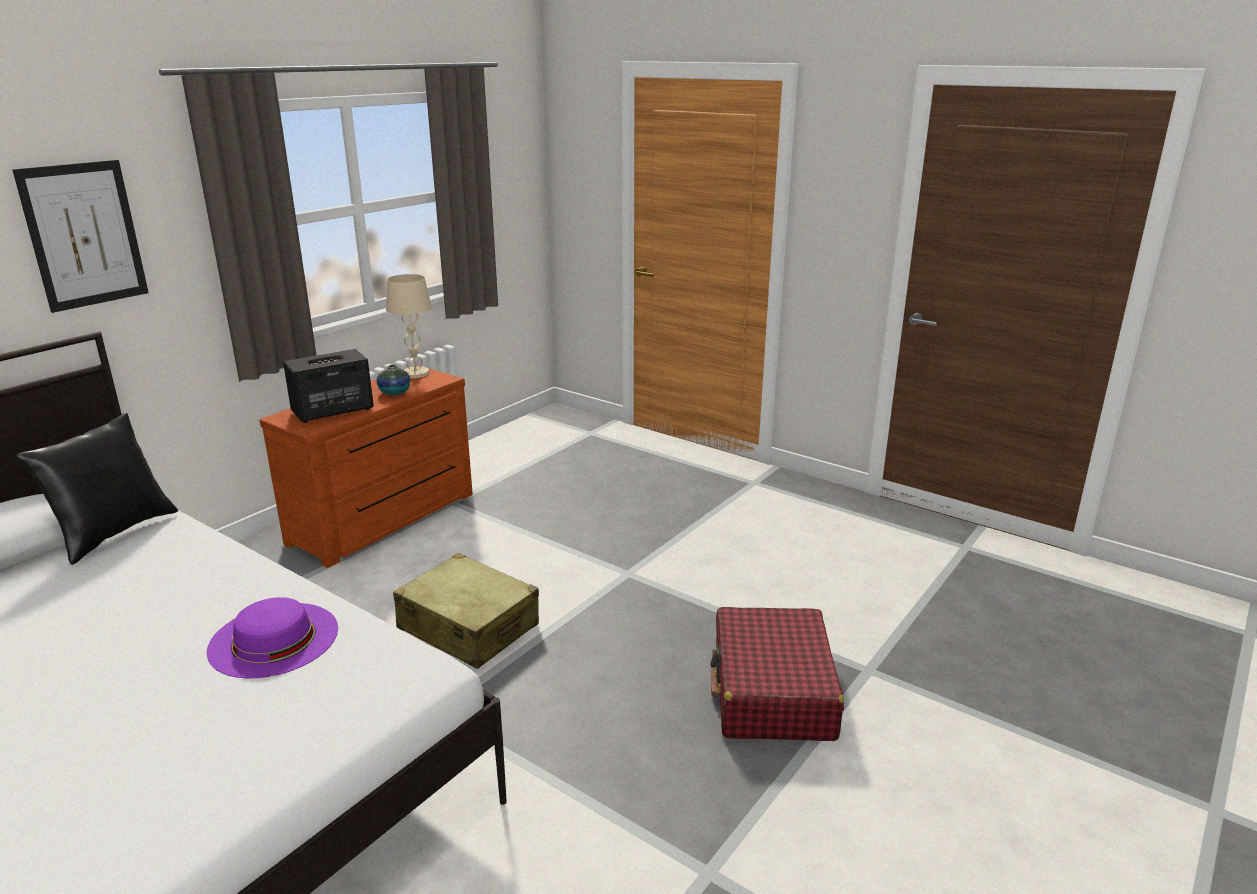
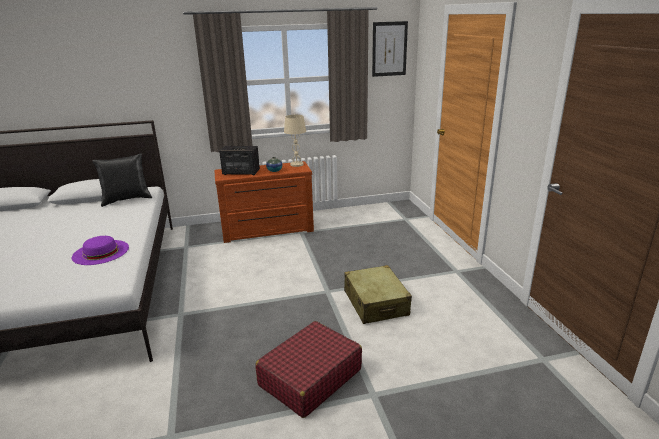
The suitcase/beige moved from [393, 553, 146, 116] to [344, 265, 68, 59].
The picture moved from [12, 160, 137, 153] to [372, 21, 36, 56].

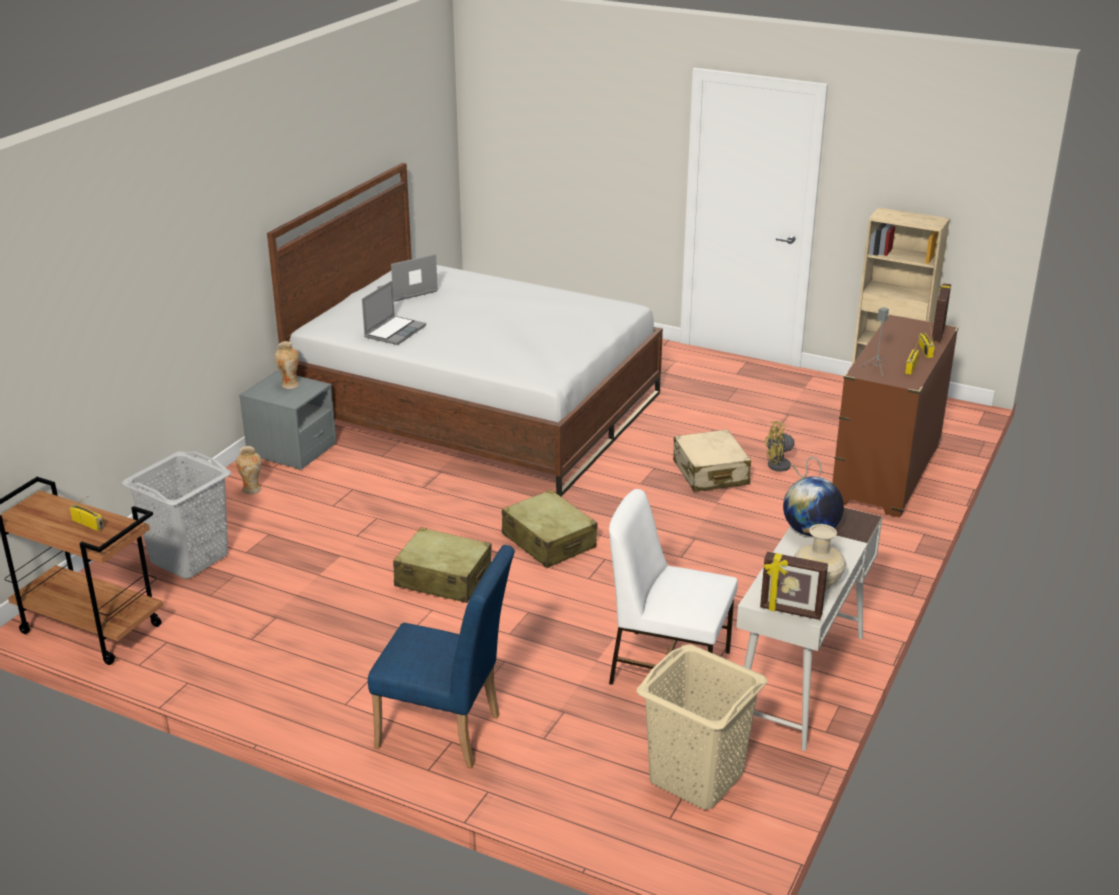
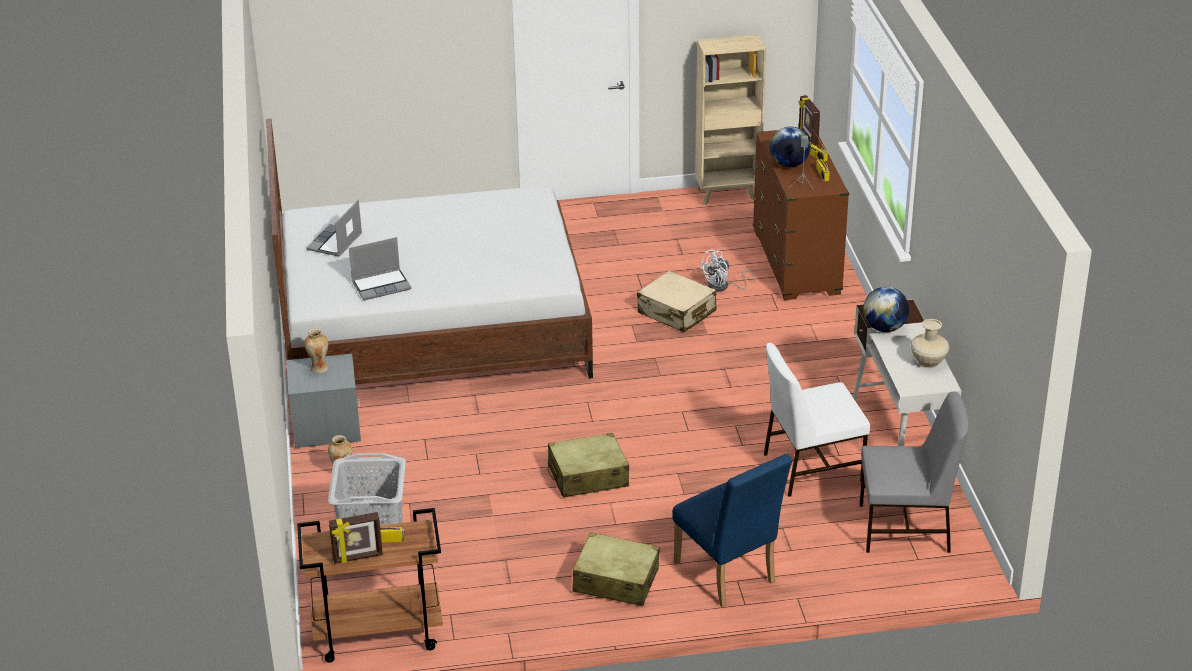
The picture frame moved from [760, 552, 68, 68] to [329, 512, 54, 52].
The laptop at [362, 281, 64, 64] turned 75 degrees clockwise.
The suitcase/beige moved from [502, 489, 95, 79] to [573, 532, 87, 74].
The chair/blue at [368, 545, 147, 223] turned 75 degrees clockwise.
The fan/yellow at [765, 421, 57, 57] became the fan/white at [699, 249, 56, 43].
The globe at [770, 126, 41, 41] appeared.
The laundry basket/beige at [636, 644, 131, 166] was replaced by the chair/grey at [860, 392, 109, 161].

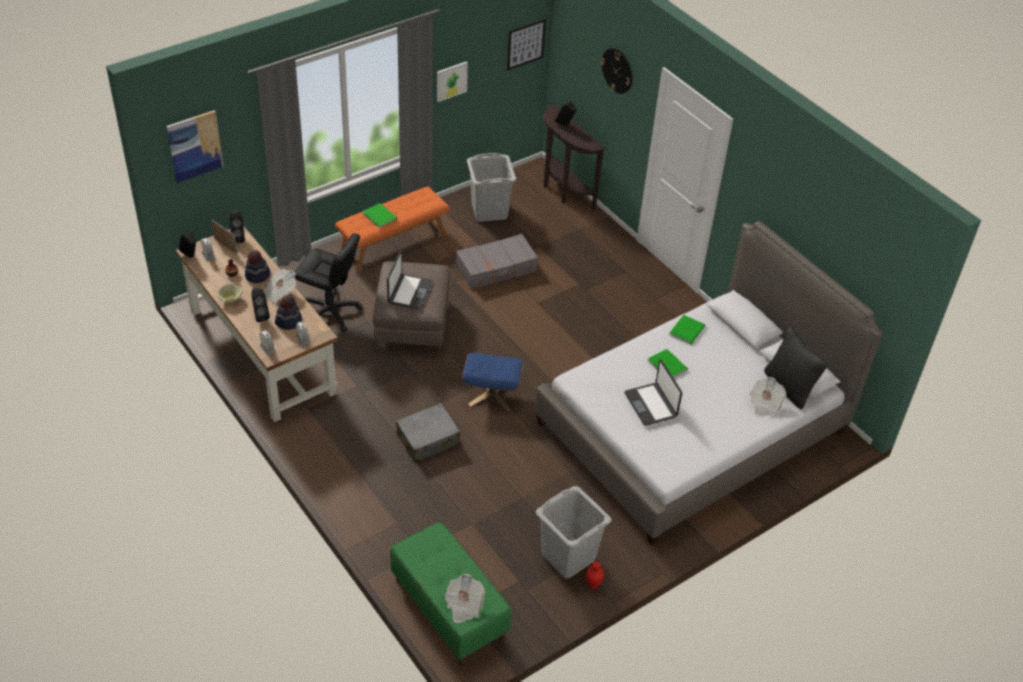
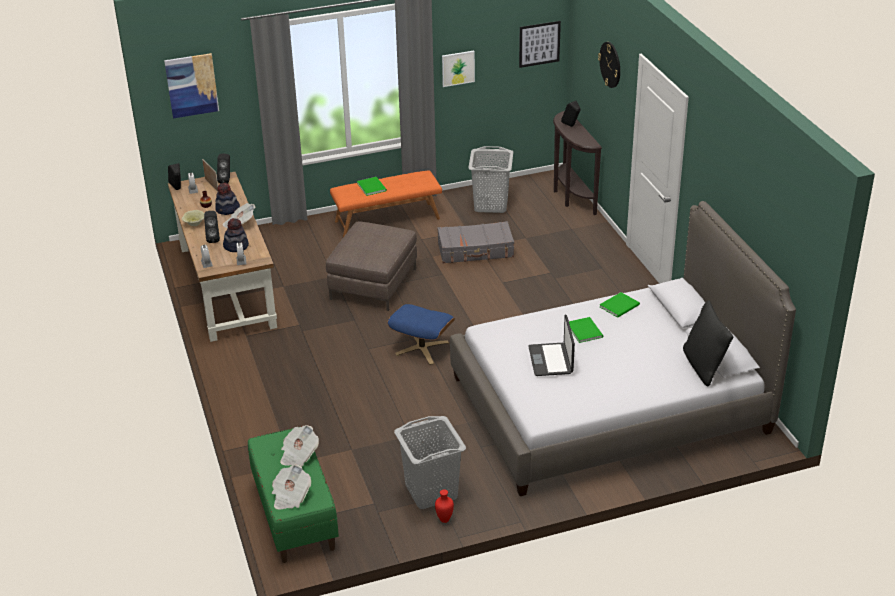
The newspaper moved from [750, 377, 36, 40] to [280, 425, 39, 41].
The office chair/black at [295, 233, 68, 99] disappeared.
The laptop at [387, 250, 46, 60] disappeared.
The suitcase/grey at [396, 403, 64, 60] disappeared.

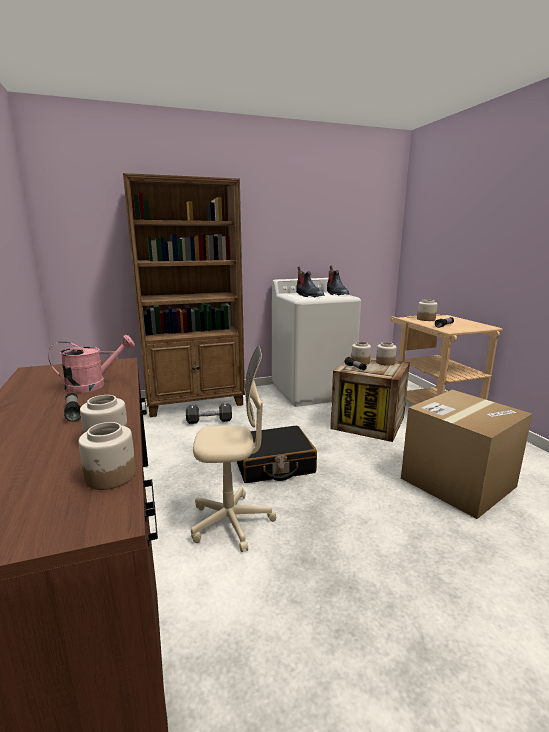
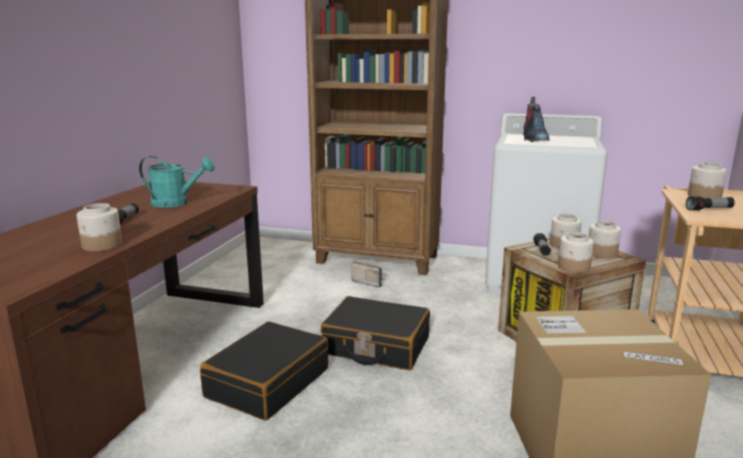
The watering can/pink at [48, 335, 87, 58] became the watering can/turquoise at [139, 156, 76, 52].
The office chair/beige at [191, 346, 85, 206] was replaced by the suitcase/black at [200, 321, 128, 100].
The dumbbell/black at [186, 403, 46, 21] was replaced by the radio at [352, 261, 31, 27].
The jar moved from [78, 422, 58, 68] to [558, 232, 36, 41].
The boot at [327, 266, 22, 30] disappeared.

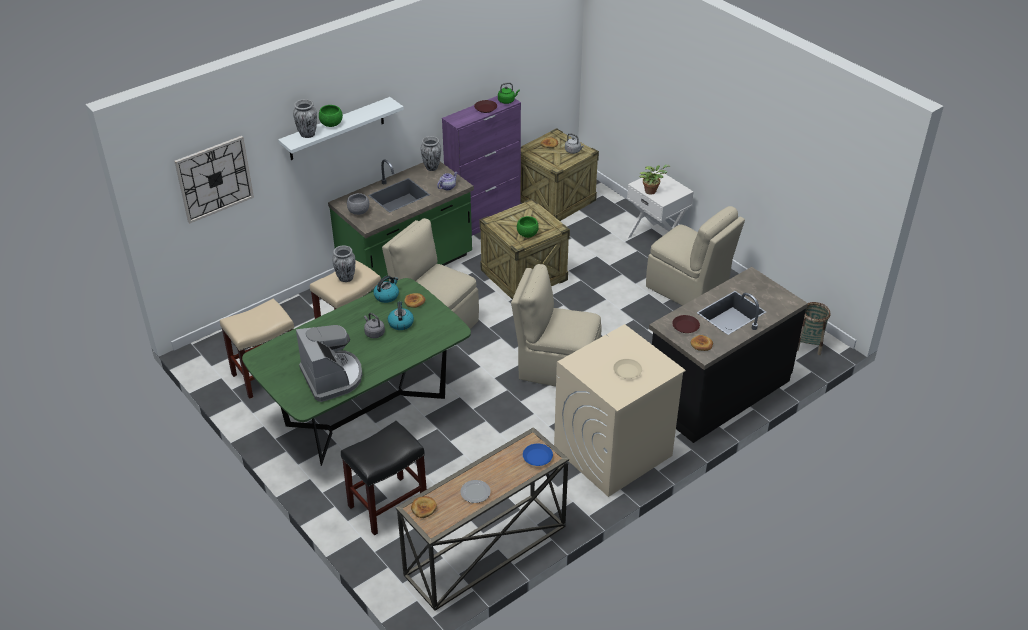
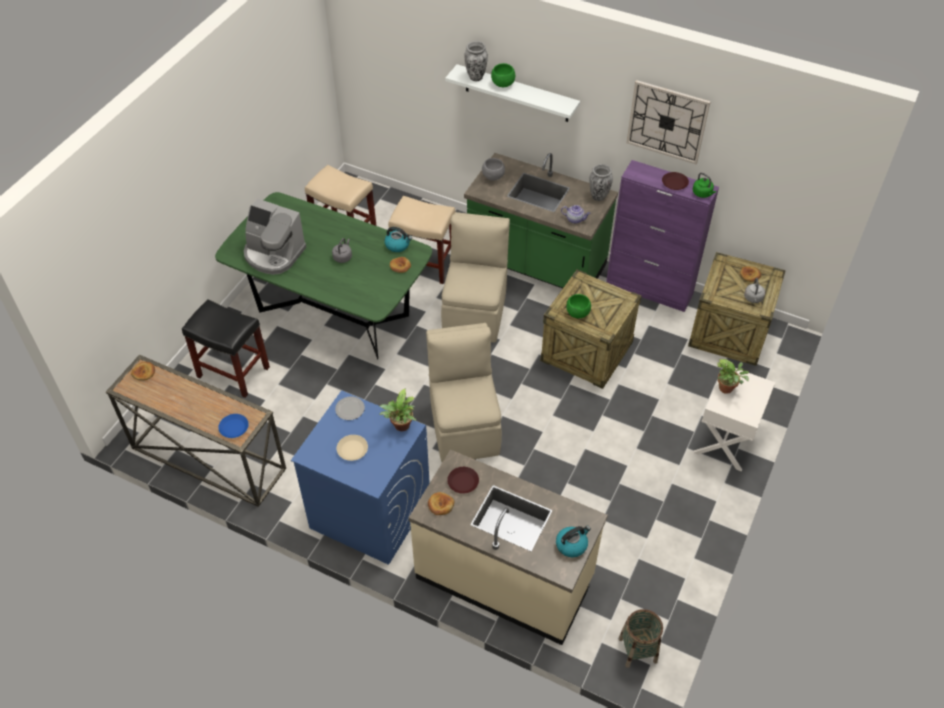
The coffee machine at [296, 325, 66, 77] turned 75 degrees clockwise.
The washing machine/beige at [554, 324, 132, 173] became the washing machine/blue at [291, 390, 139, 175].
The plate moved from [460, 480, 31, 23] to [335, 397, 30, 23].
The potted plant at [379, 388, 37, 43] appeared.
The counter/black at [649, 267, 159, 176] became the counter/beige at [409, 449, 199, 196].
The kettle moved from [388, 302, 26, 28] to [556, 525, 35, 32].
The wall clock moved from [174, 136, 80, 88] to [626, 80, 85, 84].
The vase at [332, 245, 23, 37] disappeared.
The chair/beige at [646, 206, 99, 100] disappeared.

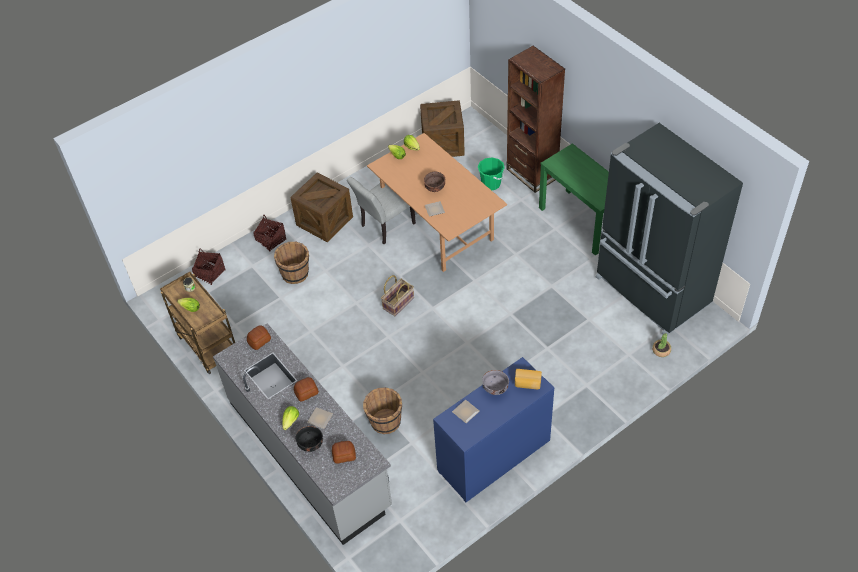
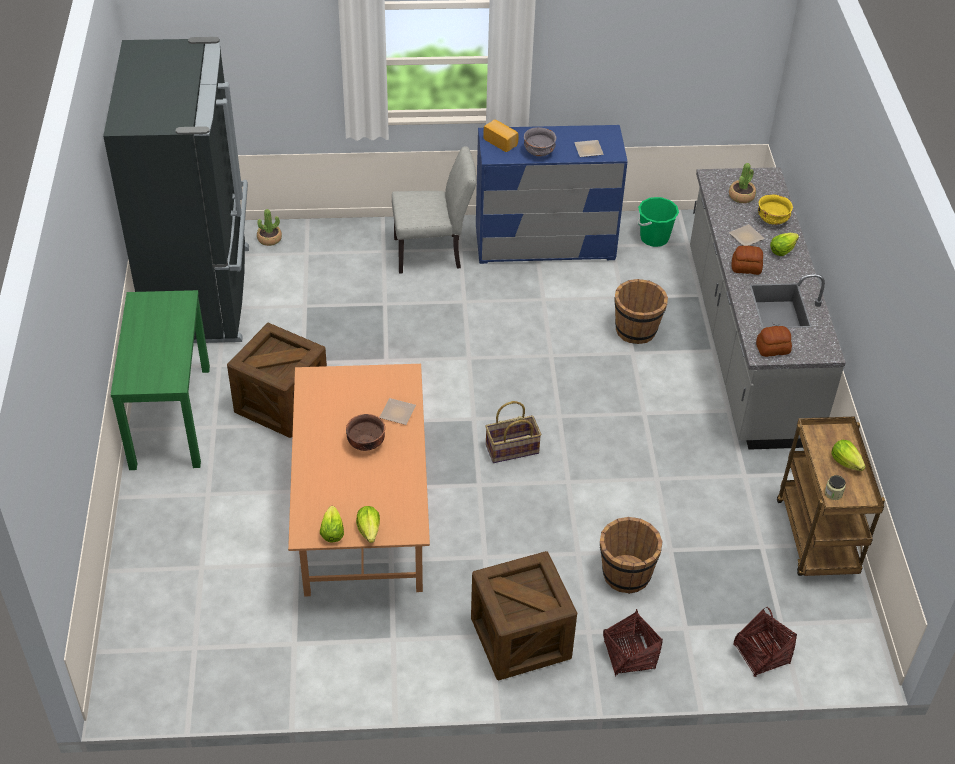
The crate moved from [420, 100, 45, 57] to [227, 323, 100, 115].
The chair/grey moved from [347, 177, 69, 67] to [392, 146, 84, 128].
The bucket/green moved from [478, 157, 27, 33] to [637, 197, 42, 50].
The bread at [332, 441, 24, 22] was replaced by the potted plant at [729, 163, 27, 40].
The bowl/black at [296, 426, 27, 26] became the bowl/yellow at [758, 194, 35, 31].
The bookcase/brown at [506, 46, 59, 147] disappeared.

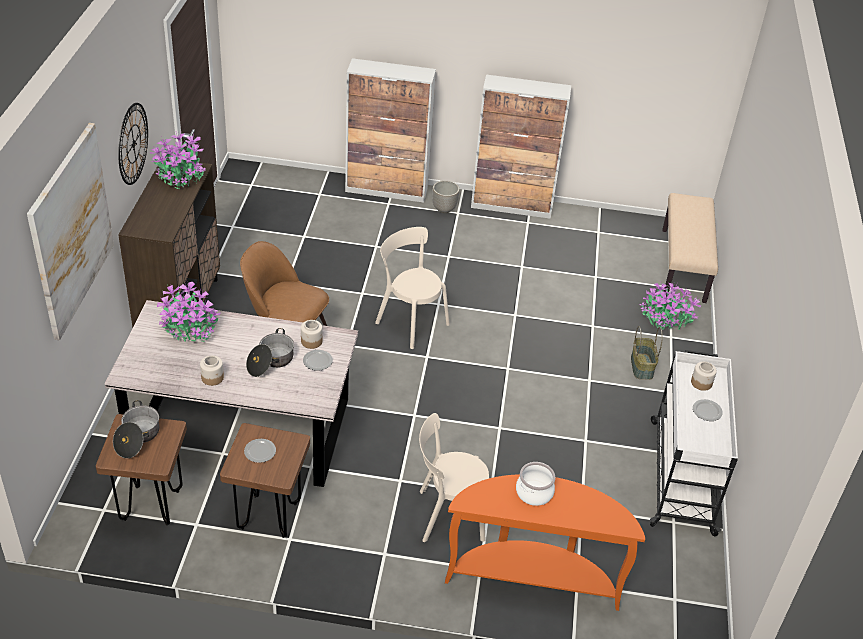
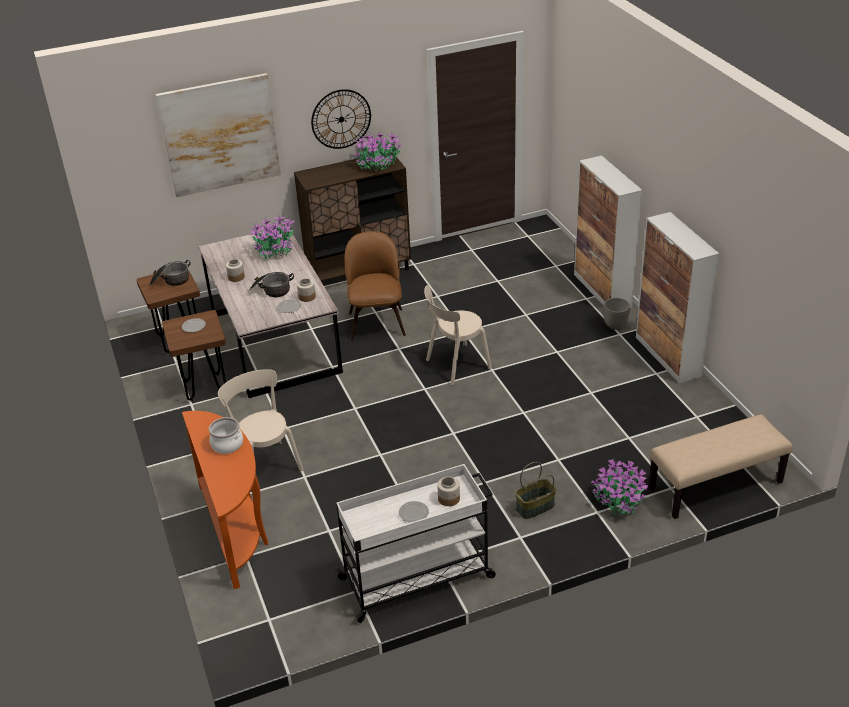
The chair/beige at [375, 227, 75, 122] turned 135 degrees counterclockwise.

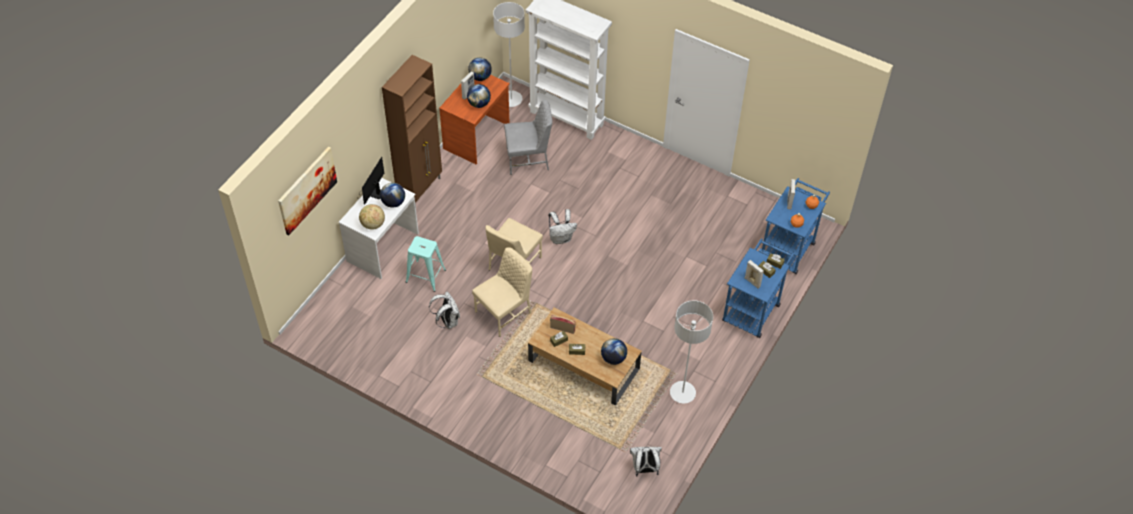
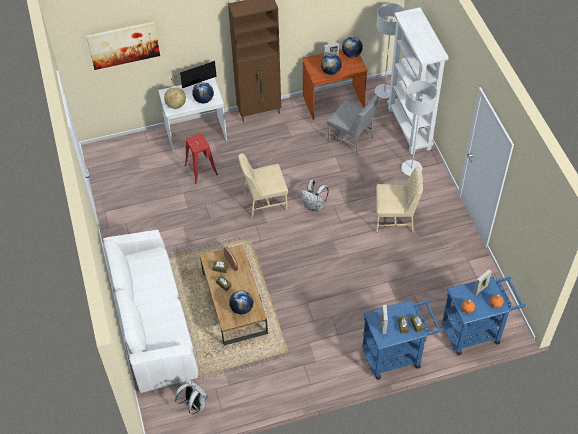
The sofa/white at [103, 230, 95, 163] appeared.
The stool/turquoise at [406, 236, 40, 56] became the stool/red at [185, 133, 33, 51].
The chair/beige moved from [472, 247, 60, 90] to [376, 167, 47, 66].
The floor lamp/grey moved from [670, 300, 43, 104] to [401, 80, 36, 96].
The backpack/white at [429, 292, 31, 37] disappeared.

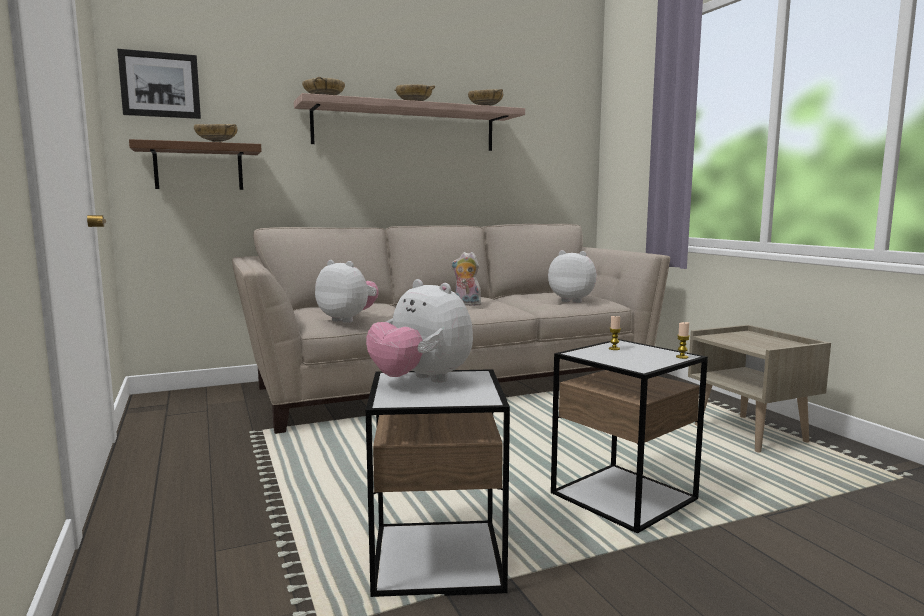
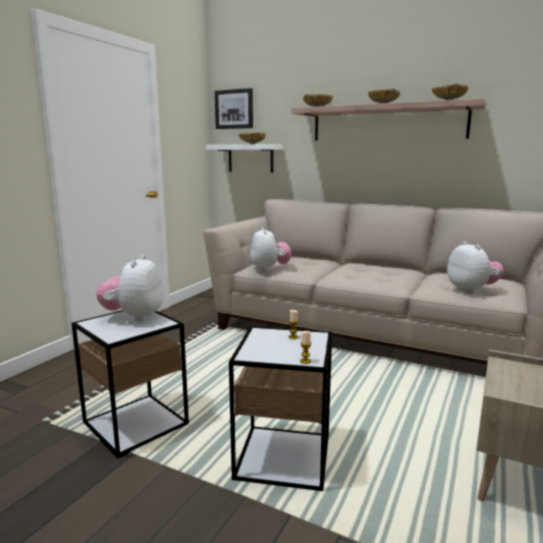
The shelf/brown at [129, 139, 133, 51] became the shelf/white at [206, 144, 76, 29].
The plush toy at [451, 252, 31, 54] disappeared.

